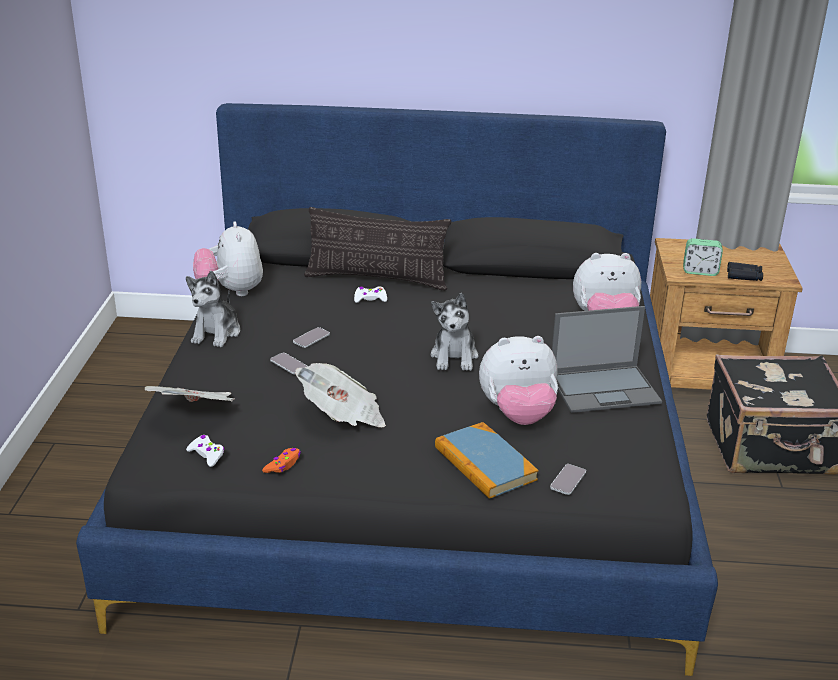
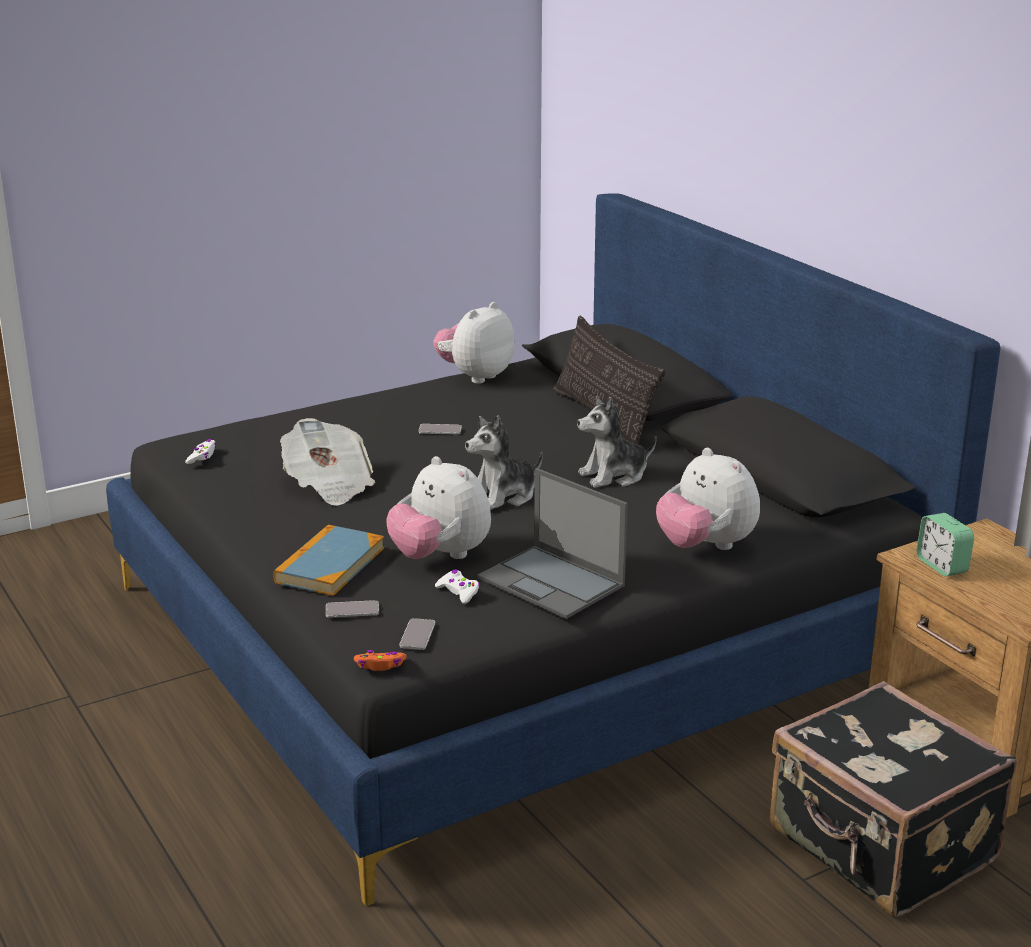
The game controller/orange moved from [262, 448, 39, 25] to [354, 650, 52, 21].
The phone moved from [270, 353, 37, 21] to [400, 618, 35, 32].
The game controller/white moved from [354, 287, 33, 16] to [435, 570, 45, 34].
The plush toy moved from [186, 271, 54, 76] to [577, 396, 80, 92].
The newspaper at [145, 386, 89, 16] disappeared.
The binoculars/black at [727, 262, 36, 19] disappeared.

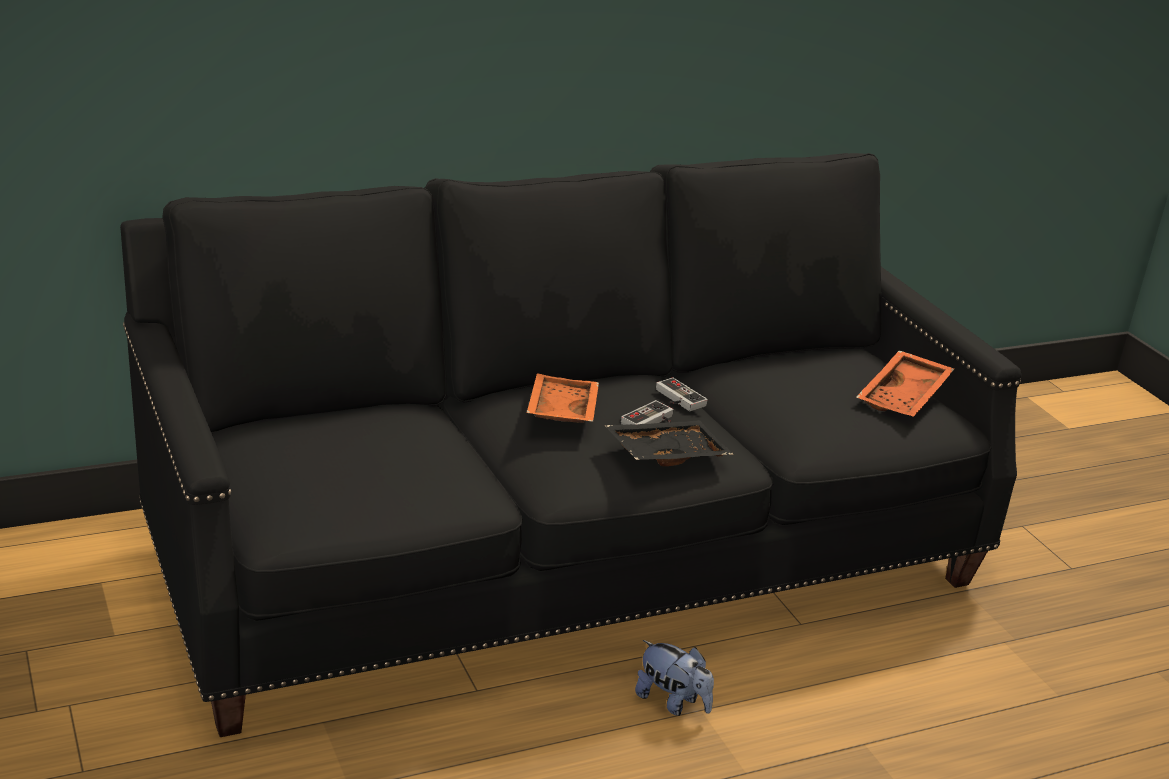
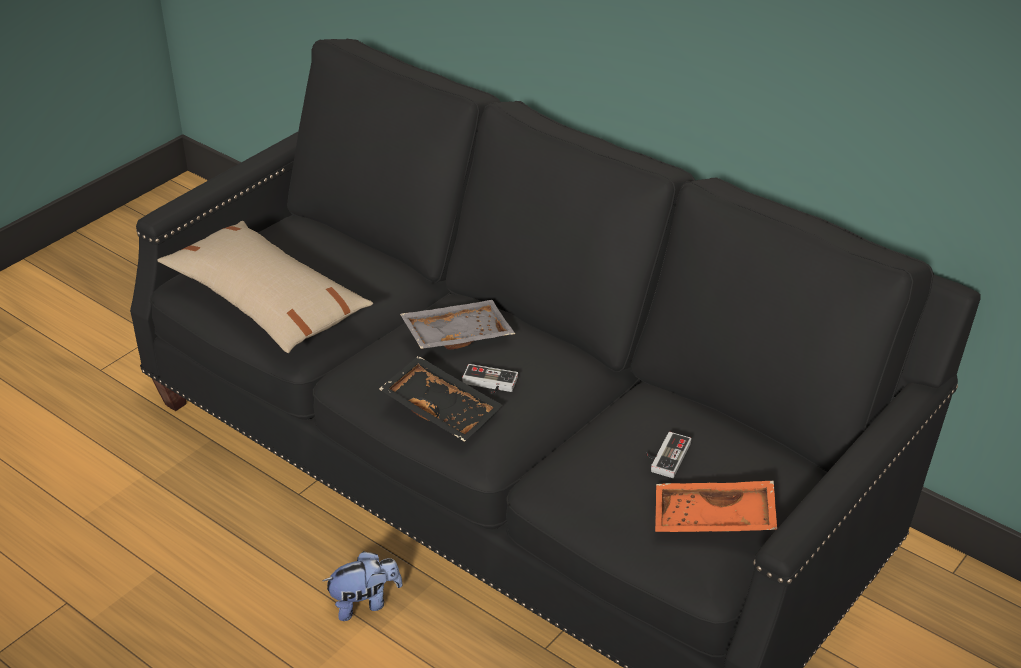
The pillow/beige at [157, 221, 216, 132] appeared.
The plush toy at [635, 640, 79, 76] turned 120 degrees counterclockwise.
The tray/orange at [527, 373, 72, 50] became the tray/grey at [400, 300, 115, 49].
The game controller moved from [656, 377, 52, 34] to [646, 432, 45, 46].

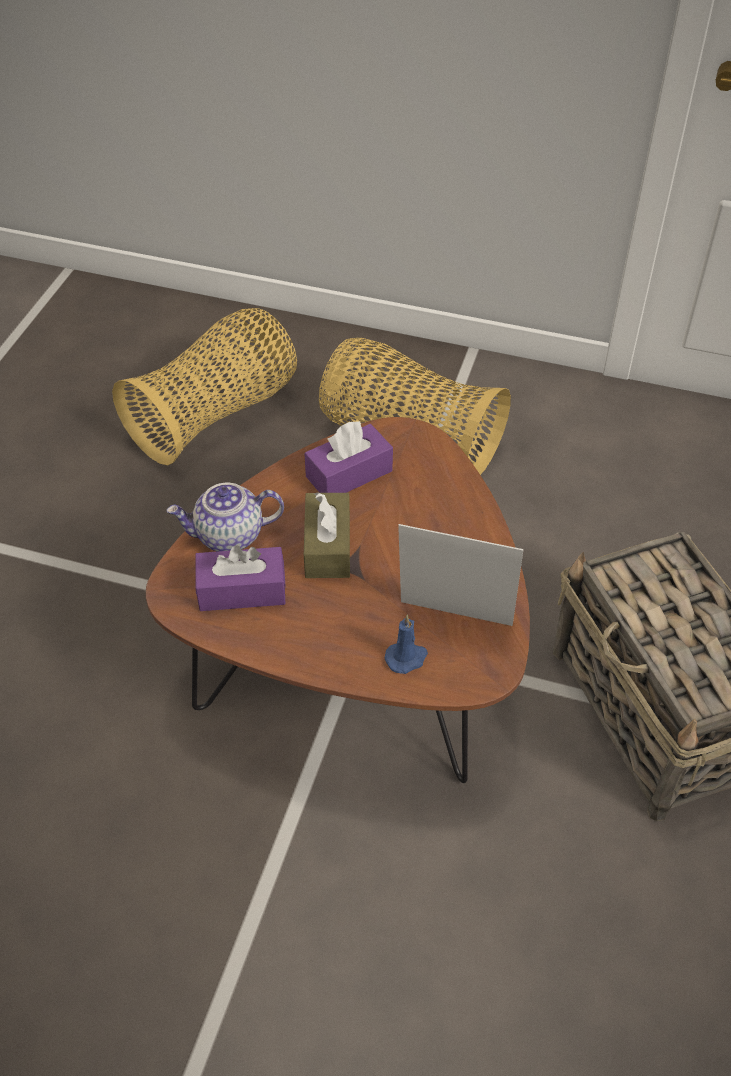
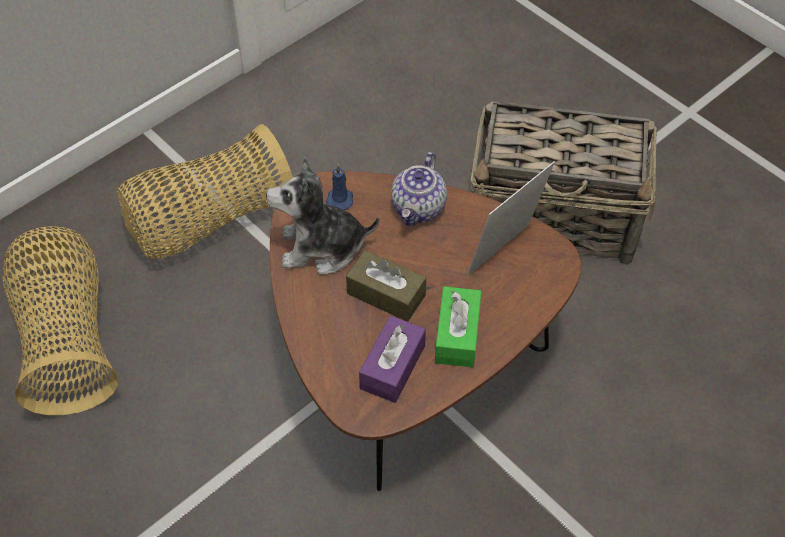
The tissue box/purple at [304, 421, 89, 72] was replaced by the plush toy at [266, 157, 113, 118].
The candle/blue moved from [385, 614, 43, 60] to [326, 164, 27, 46].
The teapot moved from [167, 483, 117, 68] to [391, 152, 56, 74].
The tissue box/green at [435, 286, 47, 81] appeared.

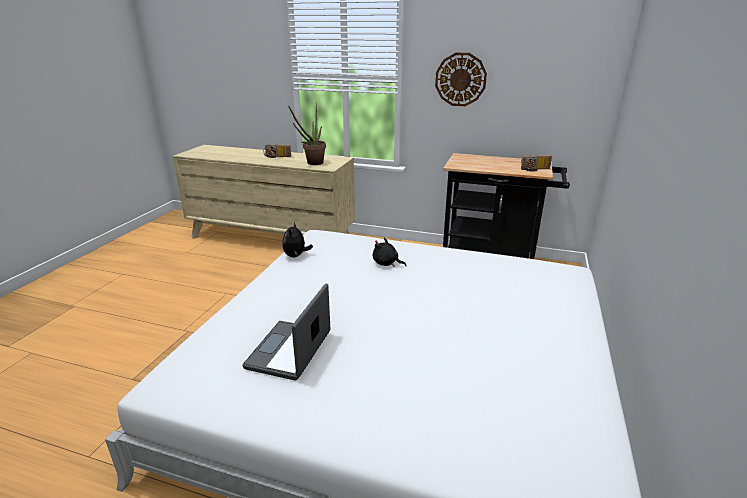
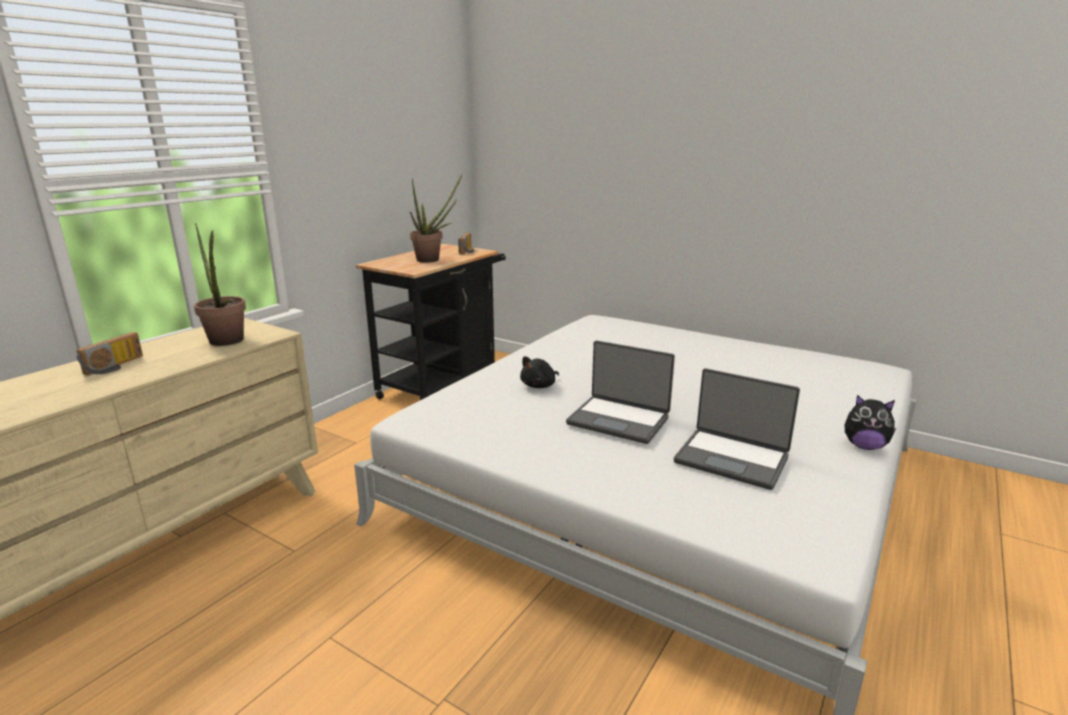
The potted plant at [410, 174, 52, 89] appeared.
The laptop at [566, 340, 109, 104] appeared.
The plush toy moved from [282, 222, 31, 36] to [845, 395, 51, 55].
The wall clock at [435, 53, 52, 53] disappeared.

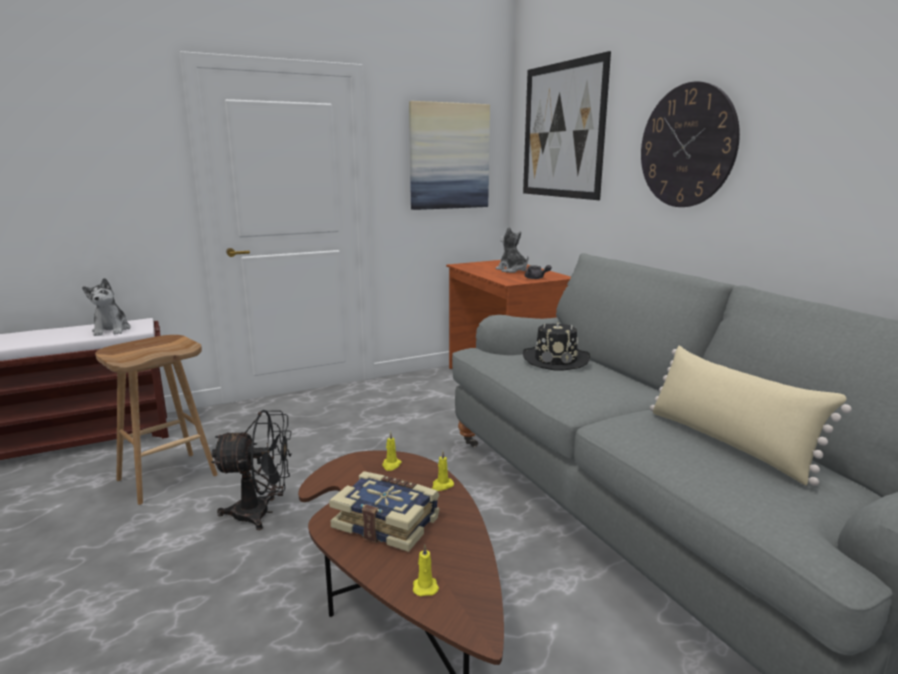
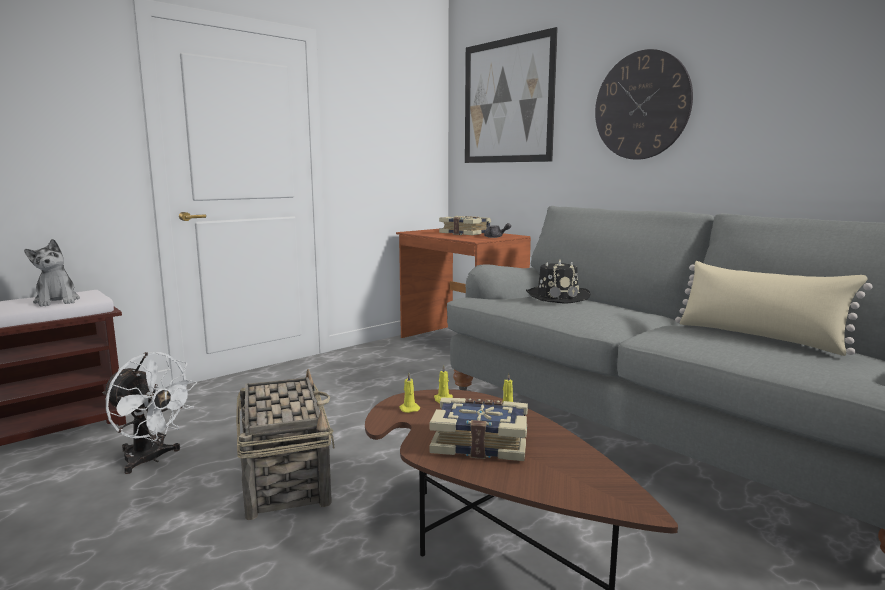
The stool/brown at [95, 335, 123, 170] was replaced by the fan/white at [102, 352, 95, 122].
The fan/black at [211, 410, 81, 120] was replaced by the basket at [236, 369, 99, 151].
The candle/yellow moved from [413, 544, 26, 52] to [400, 373, 20, 40].
The plush toy at [496, 227, 33, 46] was replaced by the book at [439, 216, 52, 19].
The picture at [409, 101, 81, 109] disappeared.

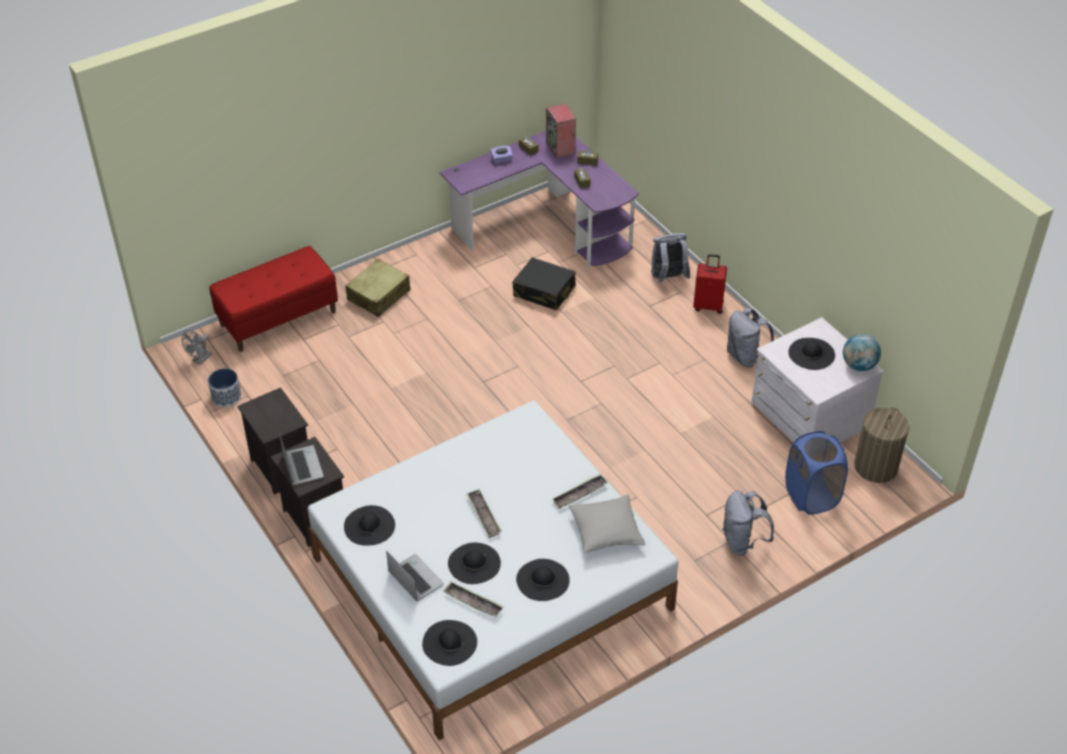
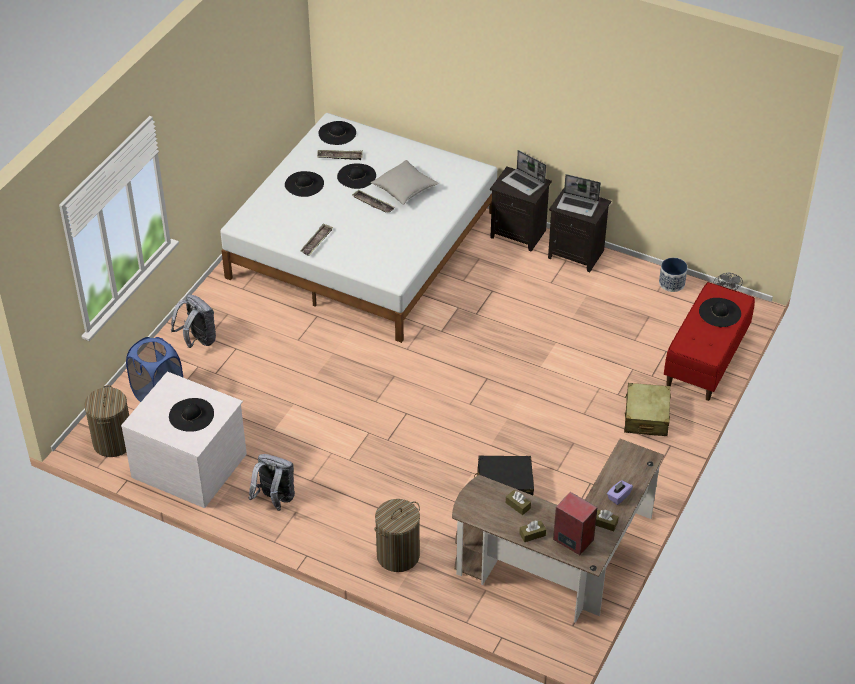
The pillow/grey moved from [569, 494, 77, 60] to [371, 160, 67, 45].
The backpack/grey at [651, 233, 40, 50] was replaced by the laundry basket at [374, 499, 46, 73].
The desk/purple at [440, 131, 199, 137] became the desk/brown at [452, 439, 212, 184].
The laptop moved from [386, 551, 58, 50] to [557, 174, 44, 43].
The hat/black moved from [344, 505, 51, 41] to [699, 298, 42, 29].
The suitcase/red at [693, 254, 34, 60] disappeared.
The globe at [843, 334, 38, 37] disappeared.

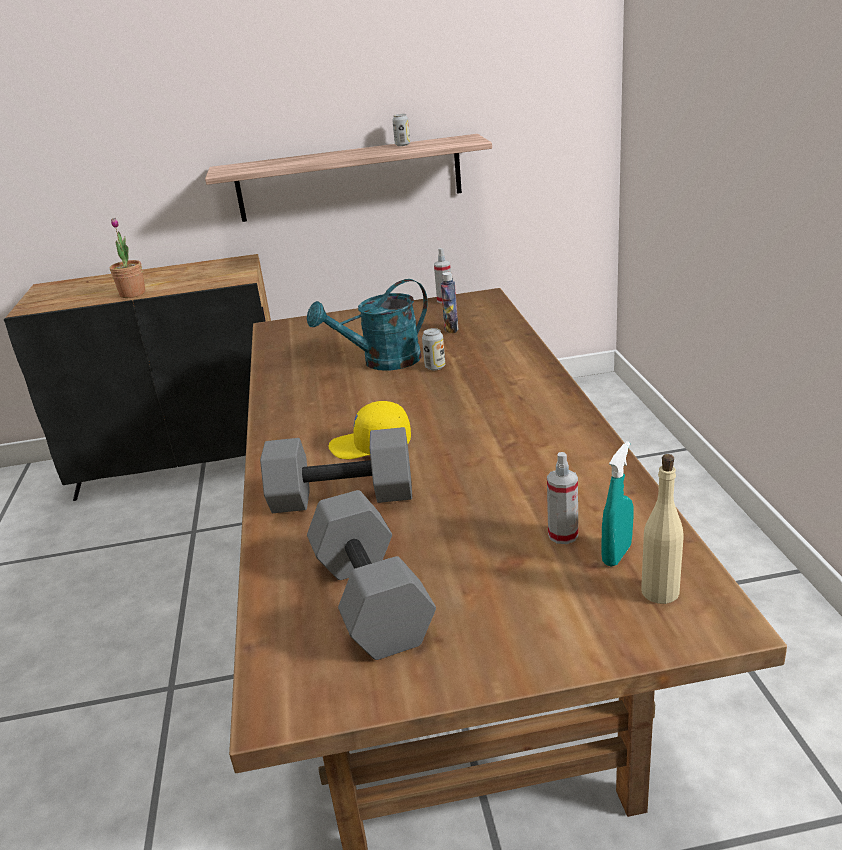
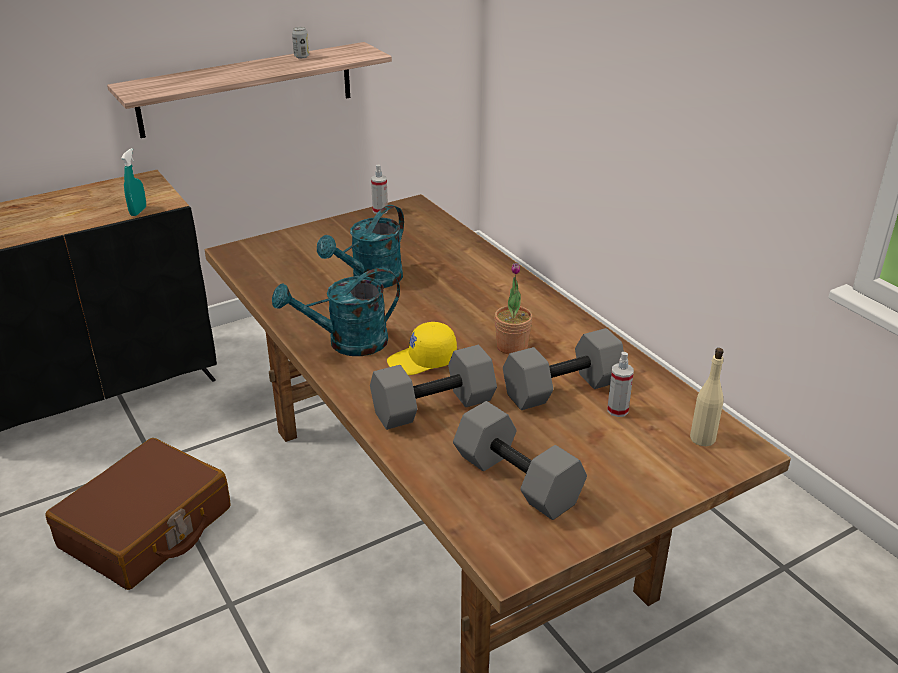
The suitcase/brown at [45, 438, 186, 152] appeared.
The spray bottle/turquoise moved from [601, 441, 32, 126] to [121, 148, 25, 68].
The watering can/turquoise at [272, 268, 128, 88] appeared.
The potted plant moved from [110, 218, 36, 80] to [495, 263, 38, 91].
The dumbbell/grey at [503, 328, 121, 82] appeared.
The can at [422, 328, 23, 42] disappeared.
The bottle at [441, 272, 17, 61] disappeared.

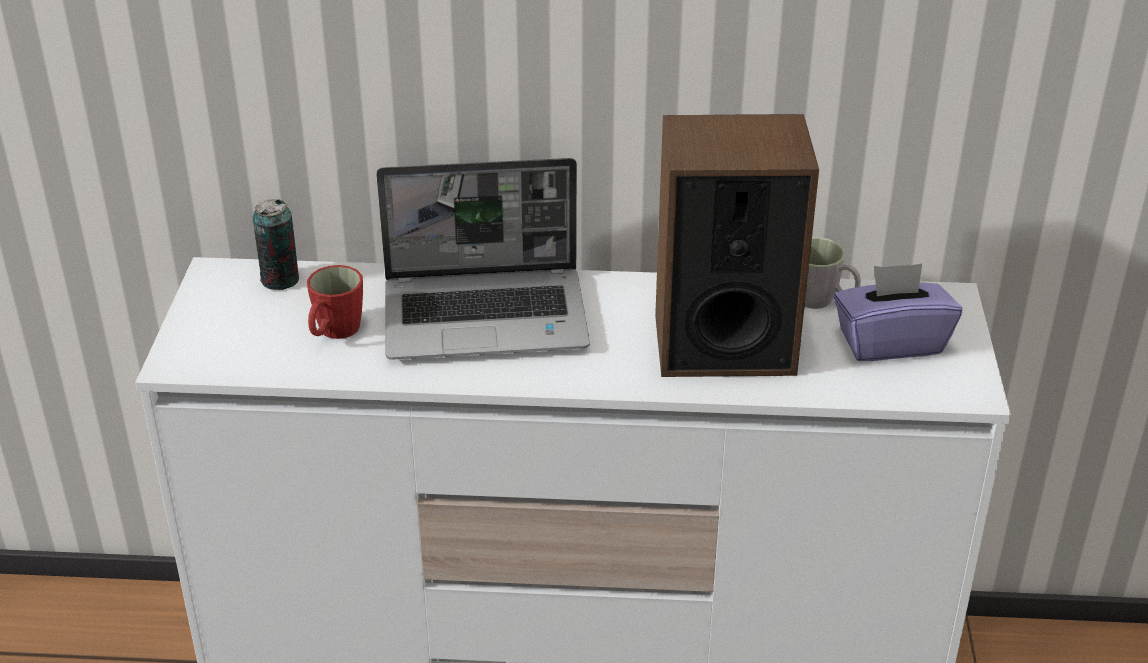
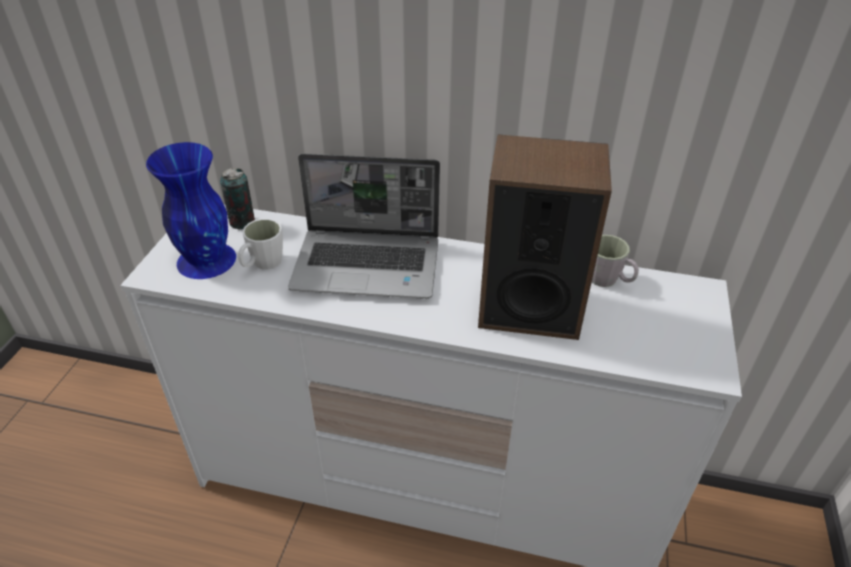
The vase/blue at [146, 142, 90, 137] appeared.
The mug/red at [307, 265, 56, 74] became the mug/white at [238, 219, 45, 51].
The tissue box/purple at [834, 263, 128, 98] disappeared.

